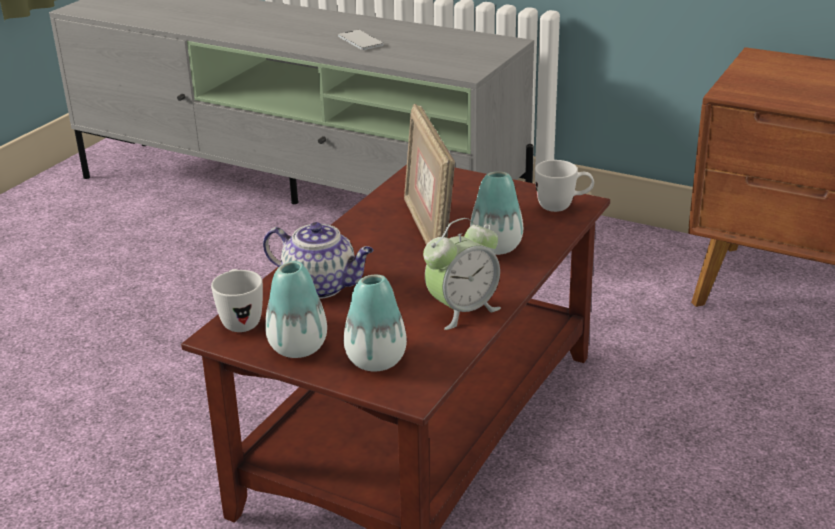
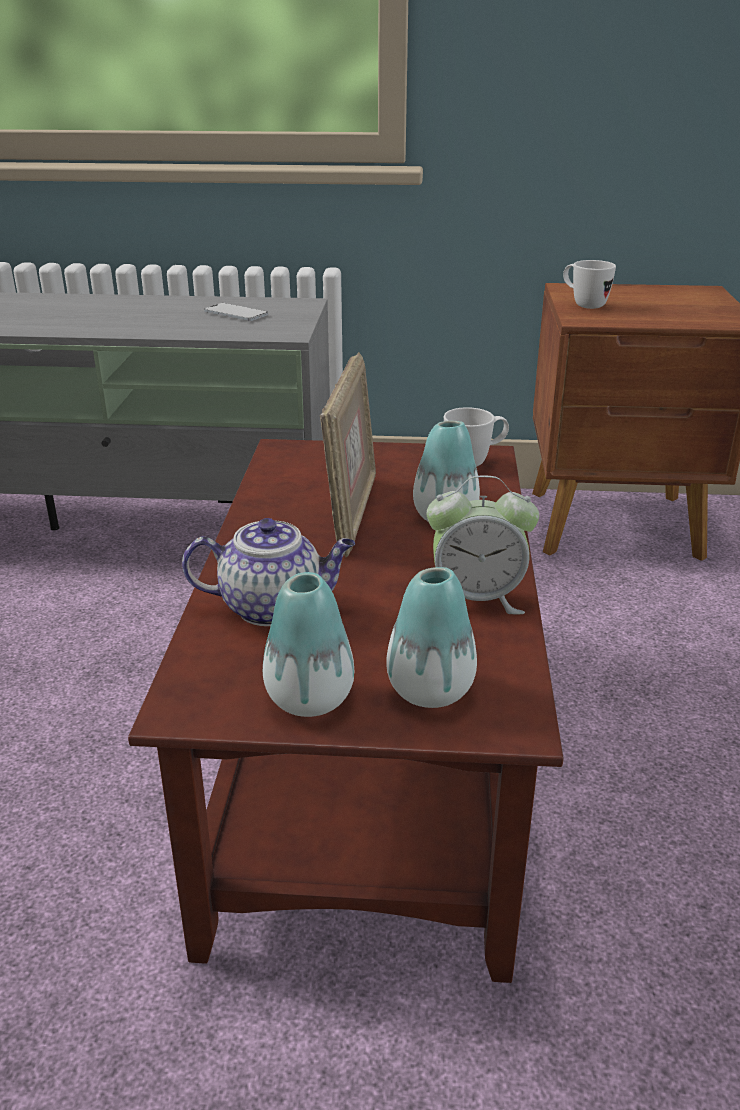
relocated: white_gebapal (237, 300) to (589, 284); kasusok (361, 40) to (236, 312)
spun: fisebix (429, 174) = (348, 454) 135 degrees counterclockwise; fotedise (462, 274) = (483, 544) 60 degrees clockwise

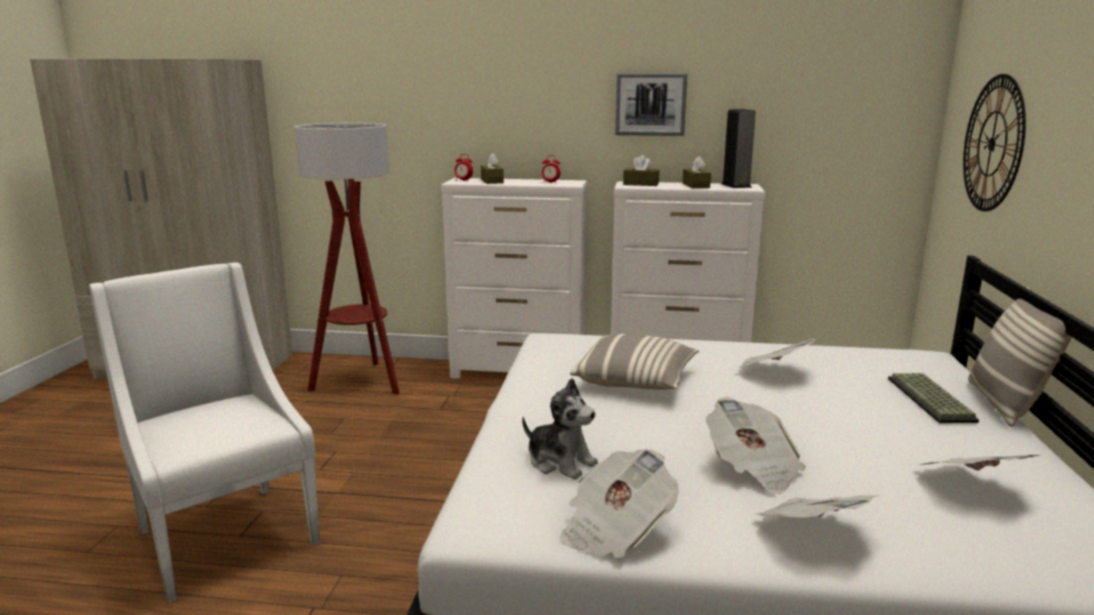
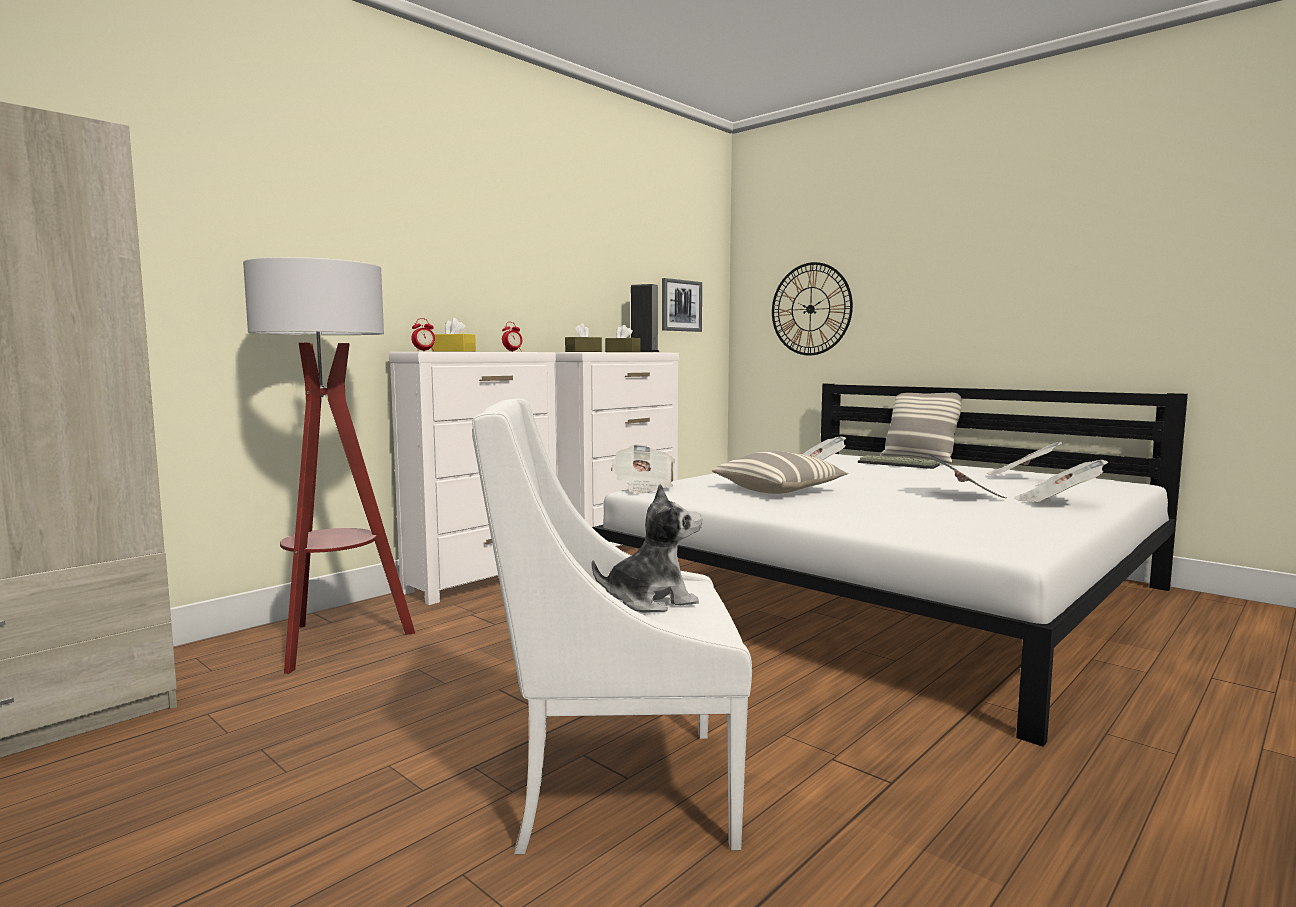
relocated: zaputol (560, 428) to (647, 548); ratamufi (619, 503) to (643, 469); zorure (651, 104) to (682, 305)
colour: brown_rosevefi (492, 168) to yellow_rosevefi (454, 335)

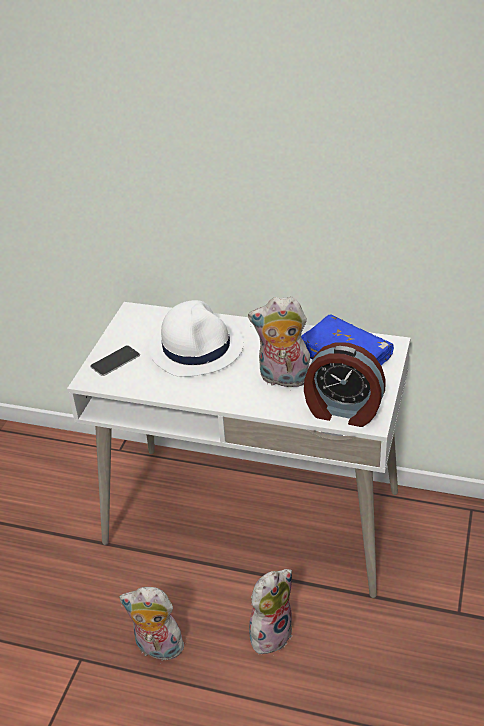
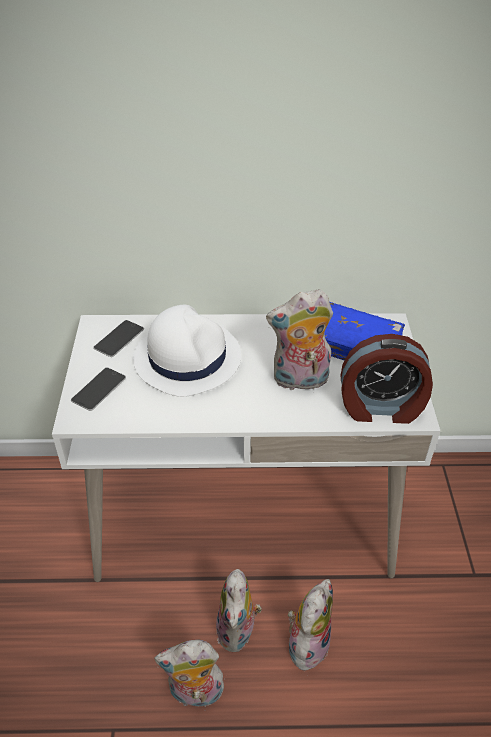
appeared: kasusok (118, 338); zaputol (239, 610)

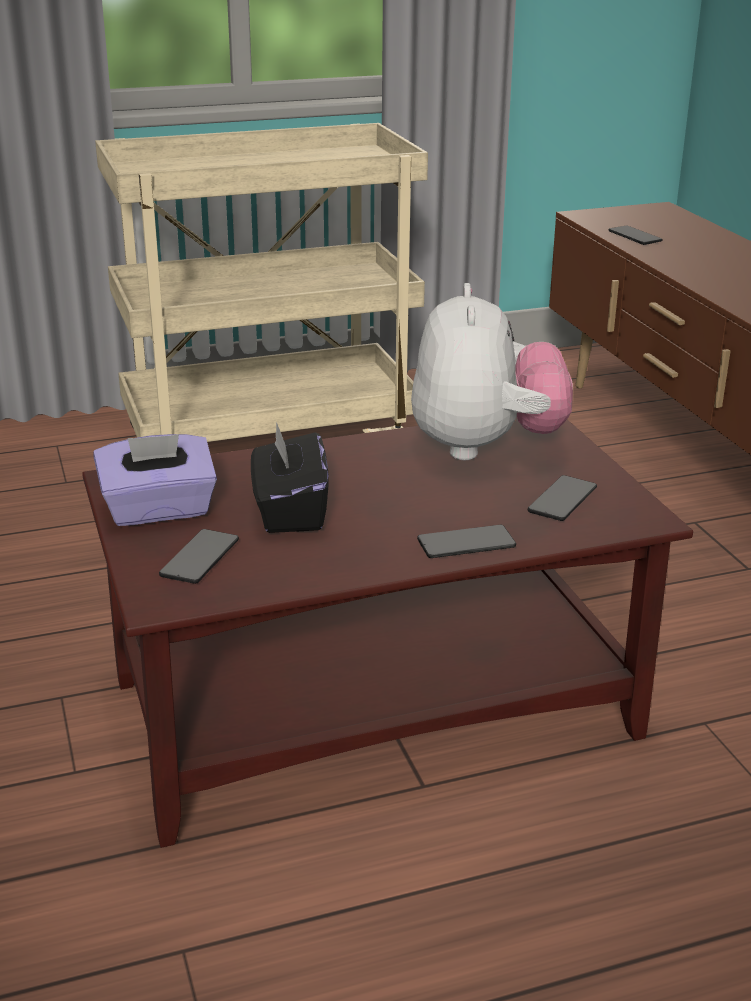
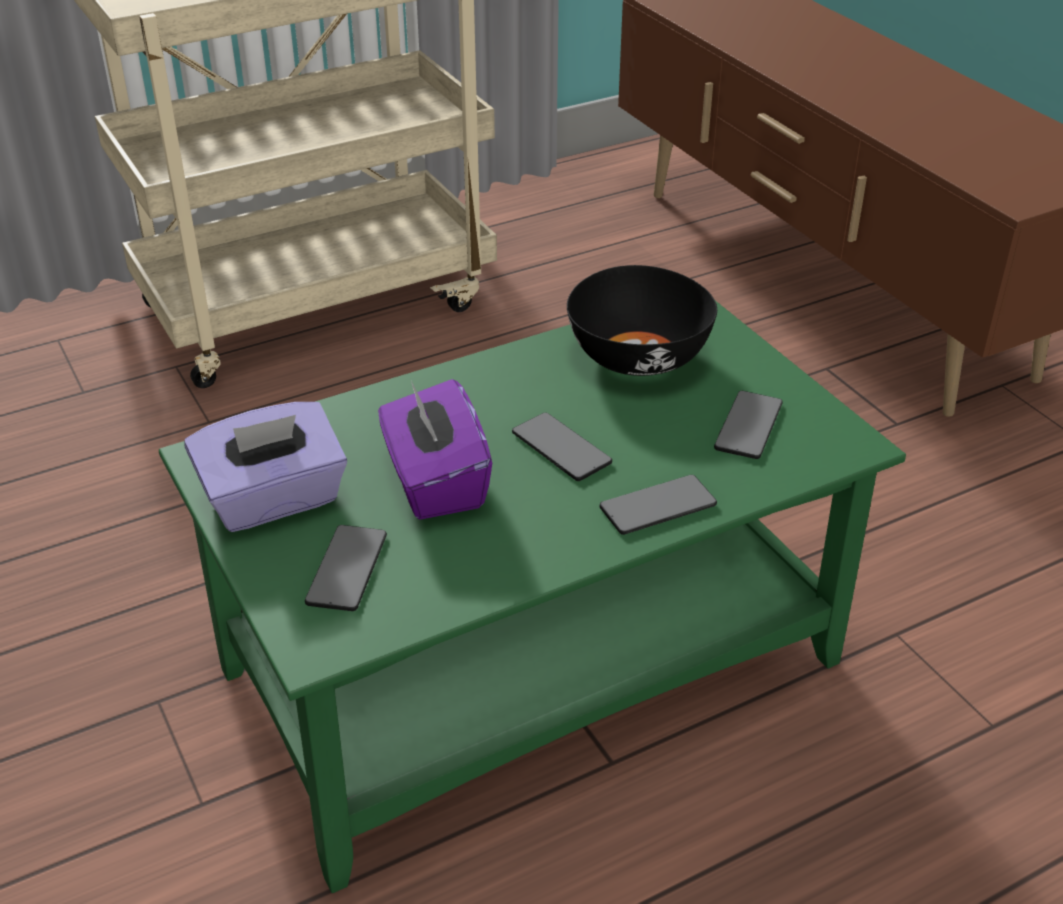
relocated: kasusok (635, 235) to (562, 447)
exchanged: zaputol (492, 371) to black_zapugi (642, 320)
colour: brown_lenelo (387, 632) to green_lenelo (532, 597); black_rosevefi (290, 477) to purple_rosevefi (435, 449)

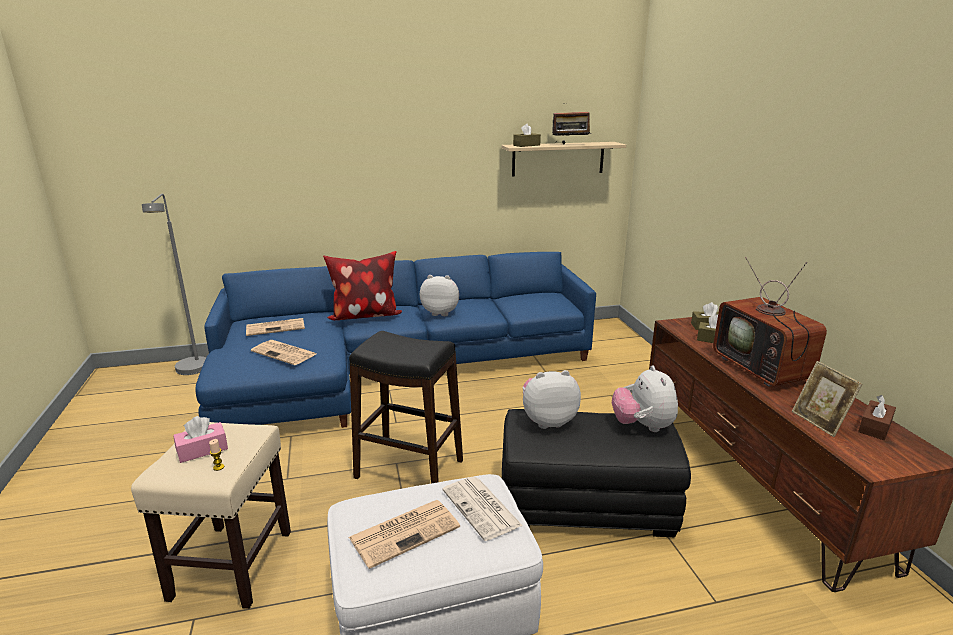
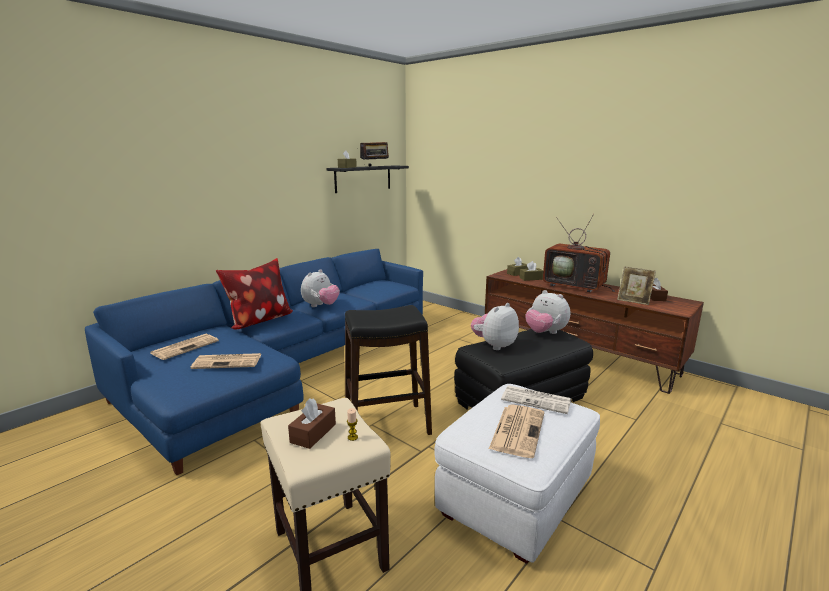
missing: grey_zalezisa (174, 284)
colour: pink_rosevefi (200, 439) to brown_rosevefi (312, 423); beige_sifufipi (563, 159) to black_sifufipi (367, 179)
spun: zaputol (439, 295) = (320, 288) 150 degrees clockwise

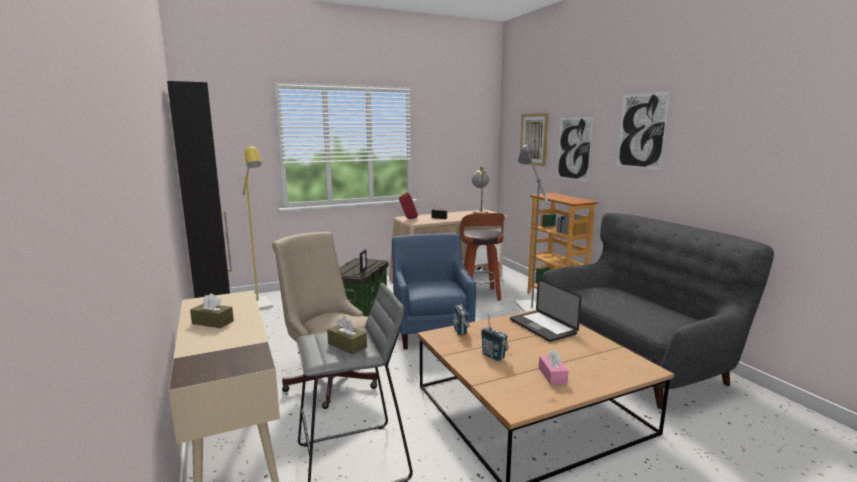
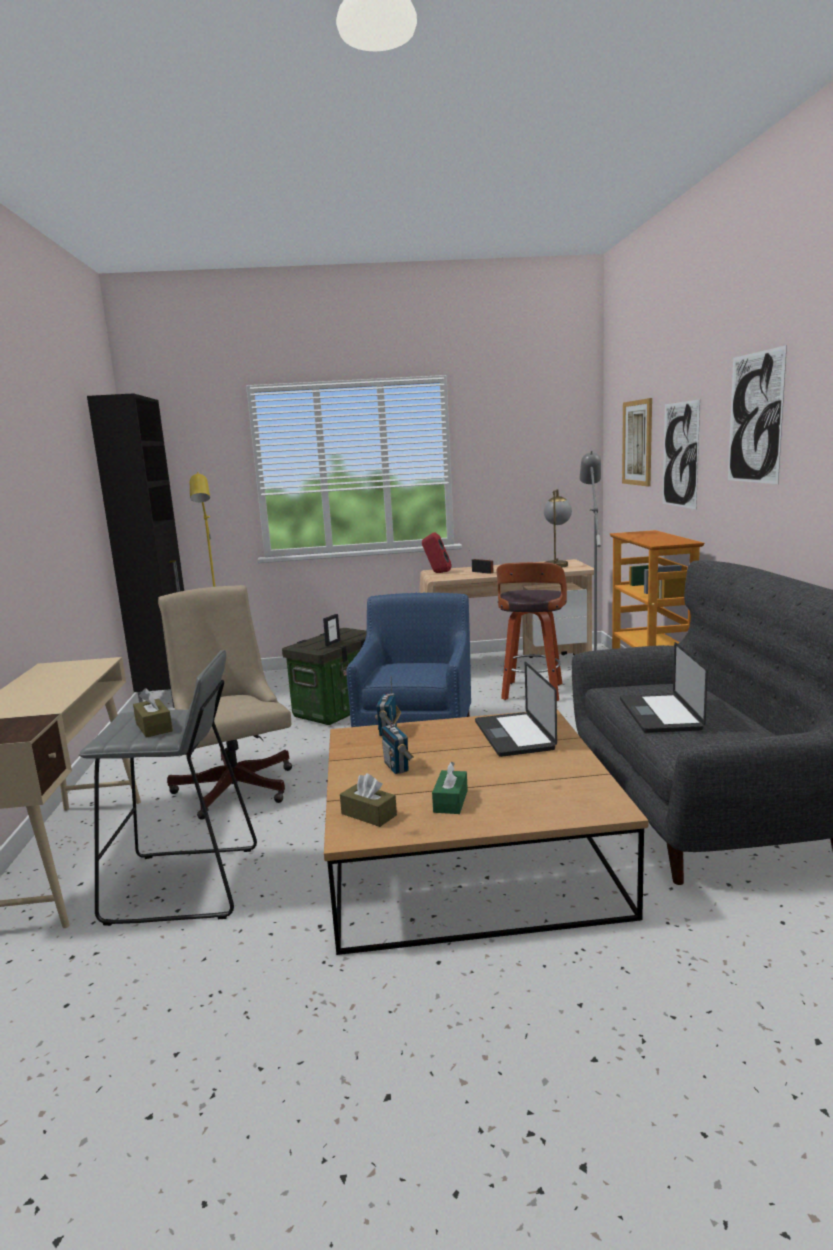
appeared: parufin (664, 687)
relocated: brown_rosevefi (212, 310) to (368, 800)
colour: pink_rosevefi (553, 367) to green_rosevefi (450, 787)

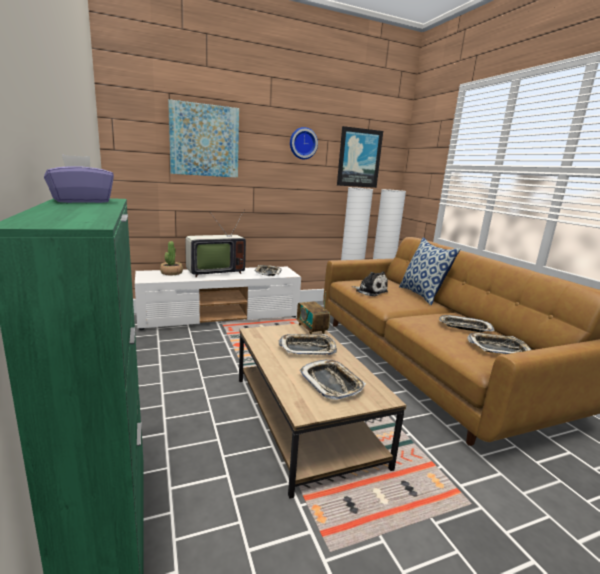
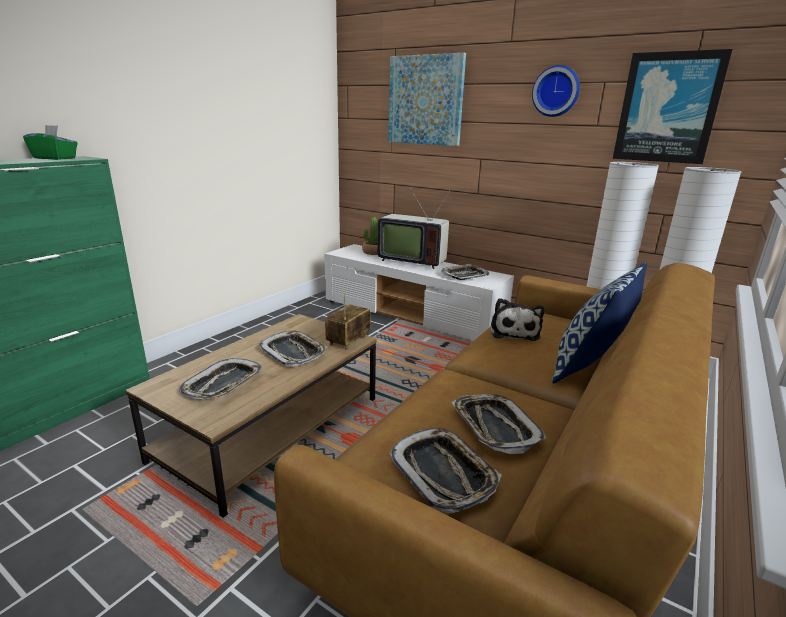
colour: purple_rosevefi (79, 179) to green_rosevefi (50, 142)

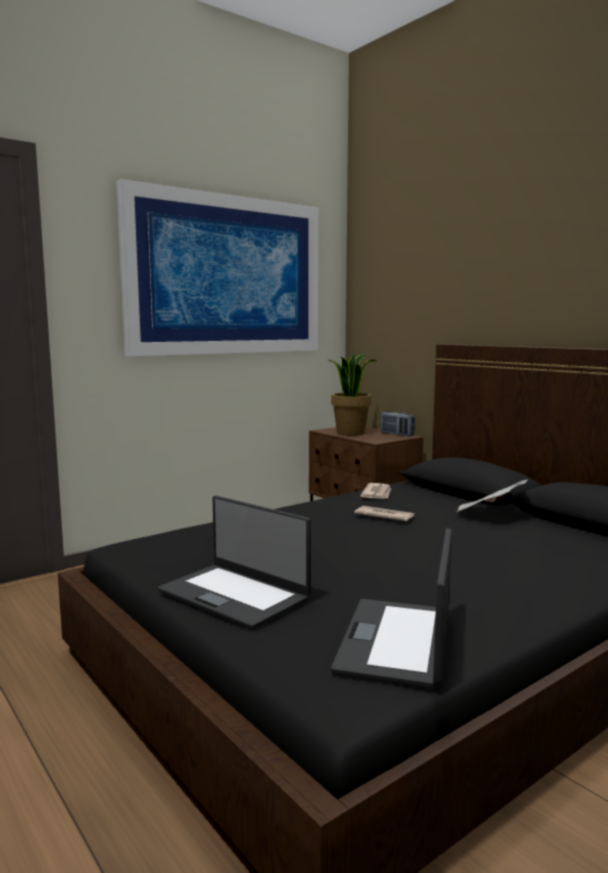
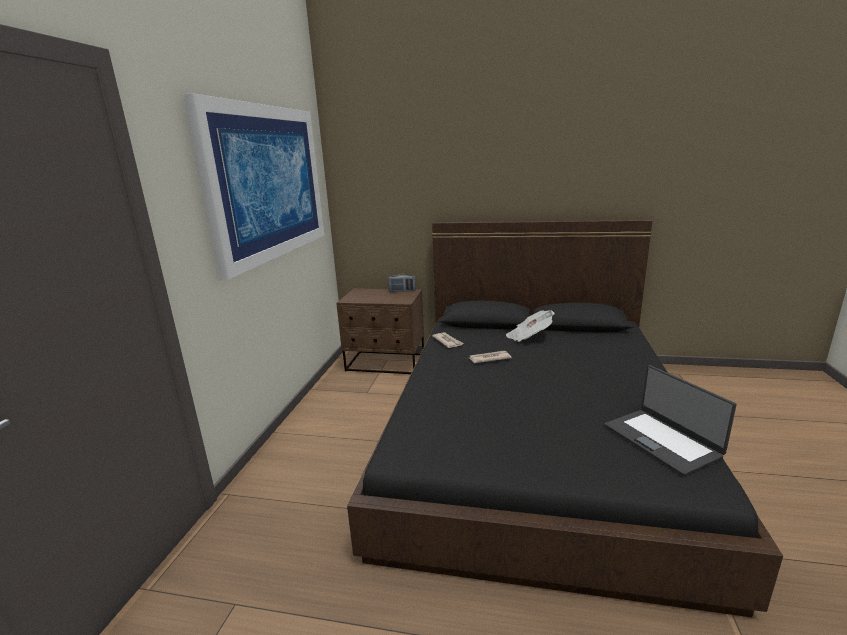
missing: parufin (234, 563); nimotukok (352, 394)

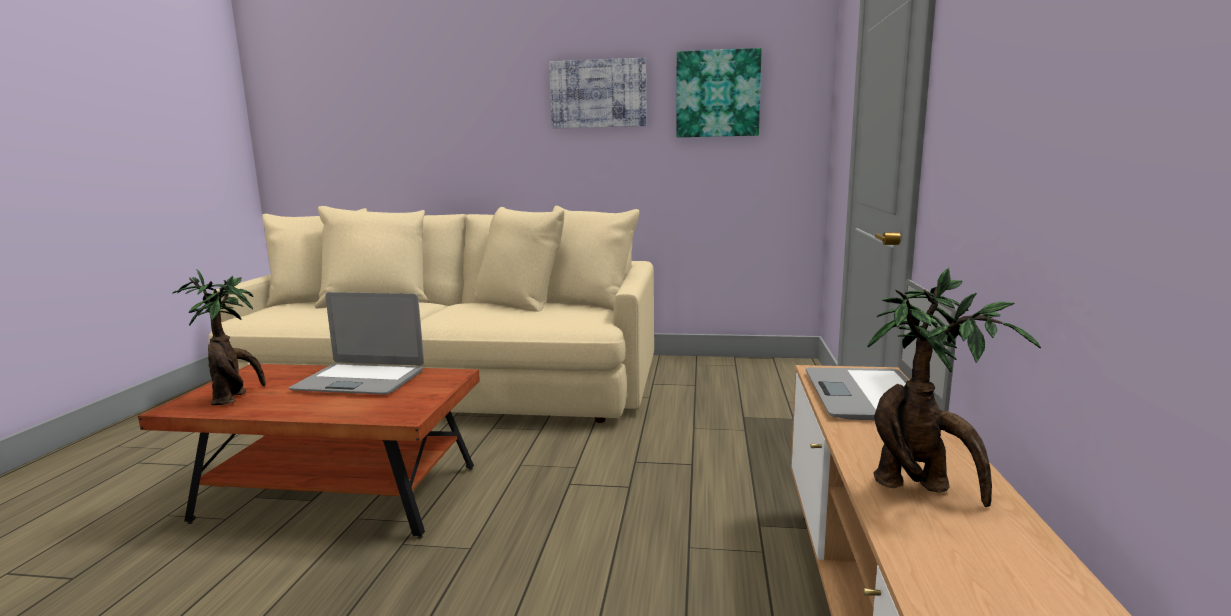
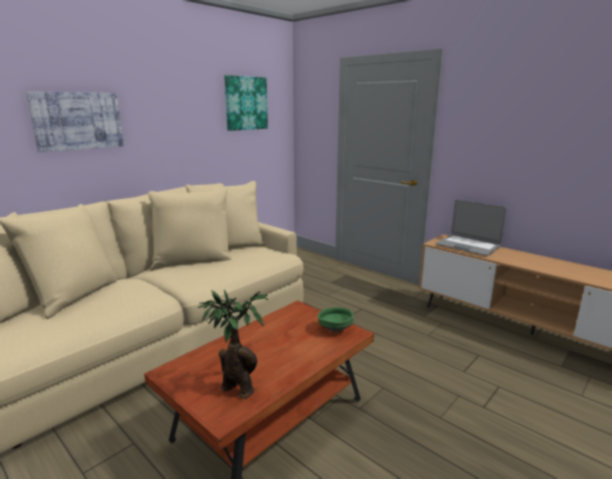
missing: parufin (356, 343); nimotukok (954, 387)
appeared: green_zapugi (336, 319)
relocated: zorure (598, 93) to (75, 121)

